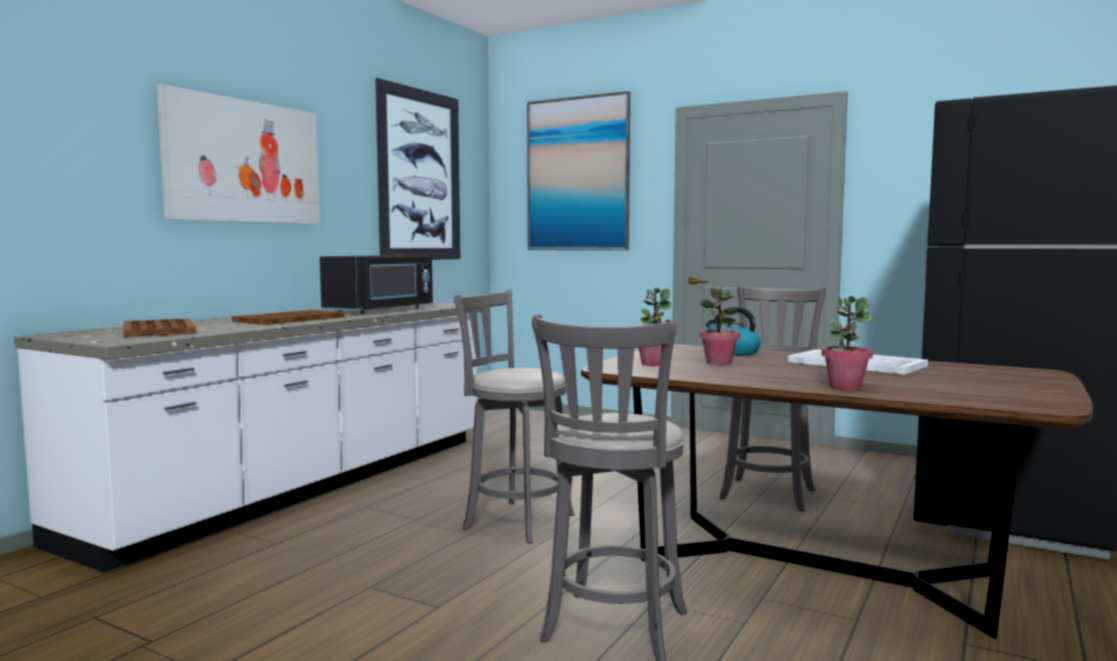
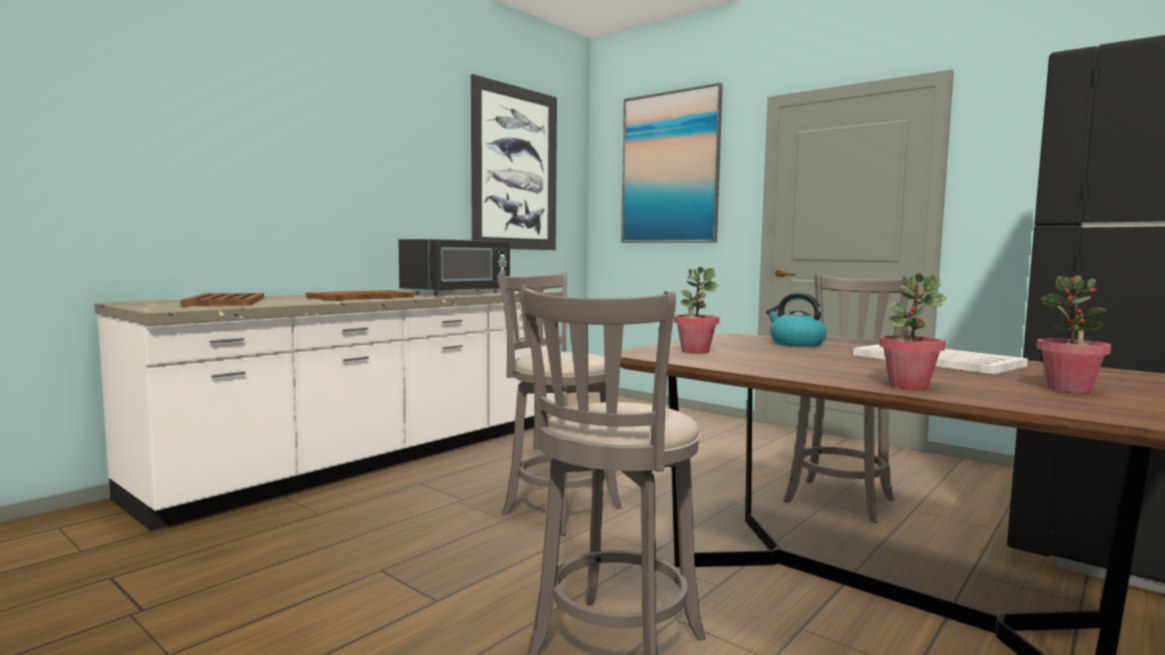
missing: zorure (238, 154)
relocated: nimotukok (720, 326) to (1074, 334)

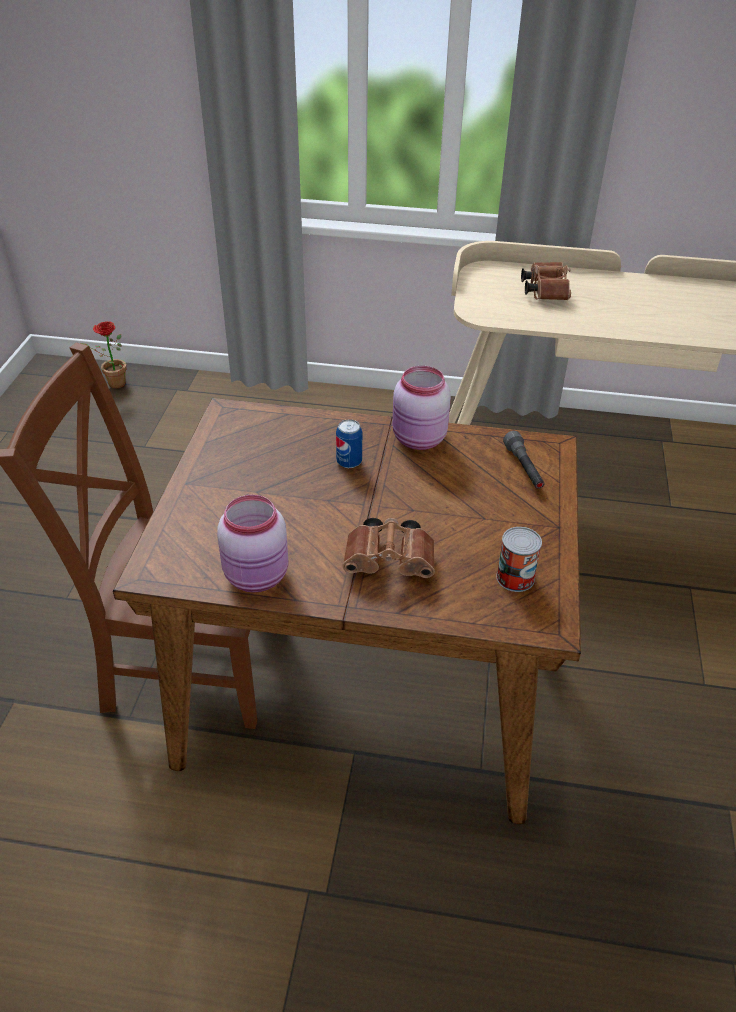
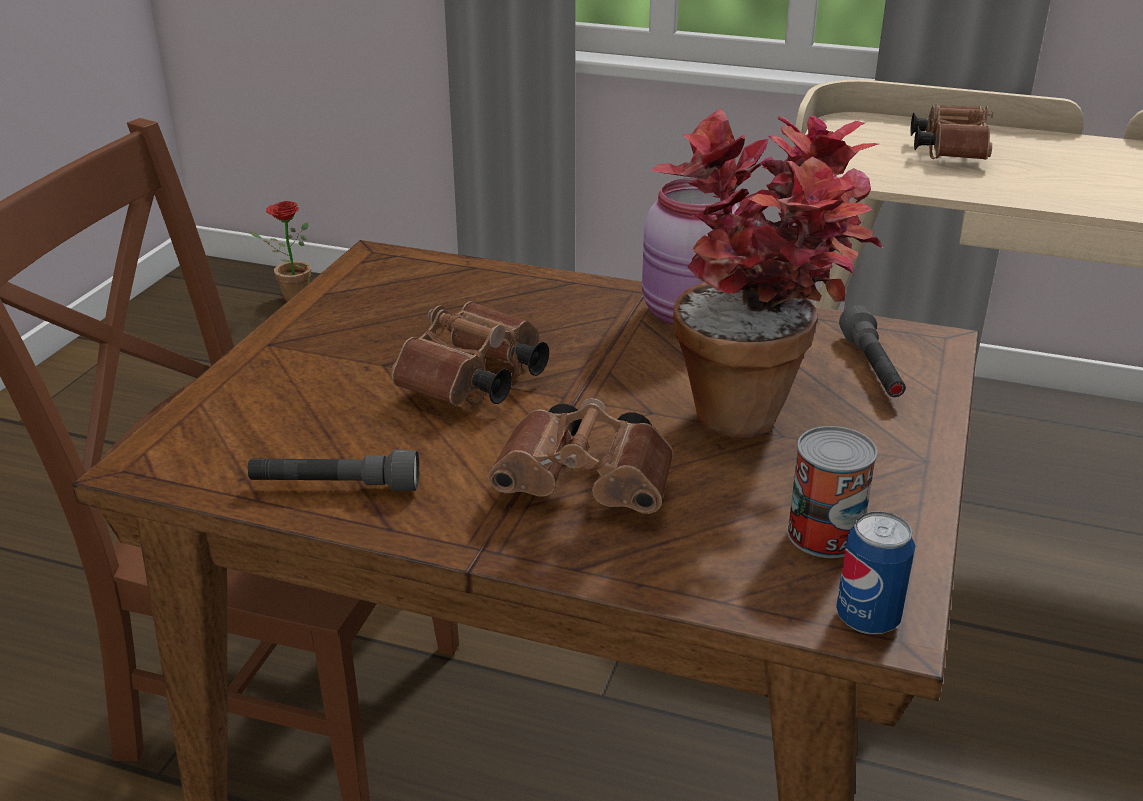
appeared: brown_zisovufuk (470, 353); nimotukok (766, 273)
relocated: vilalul (349, 443) to (875, 573)
exchanged: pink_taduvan (253, 544) to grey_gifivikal (333, 470)

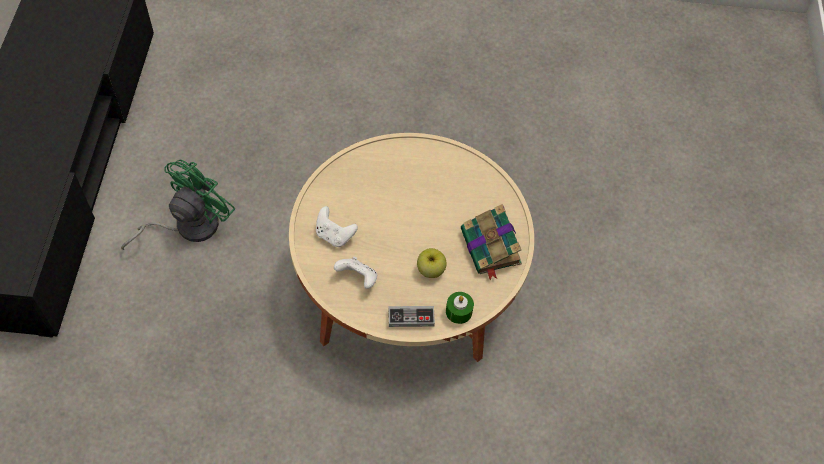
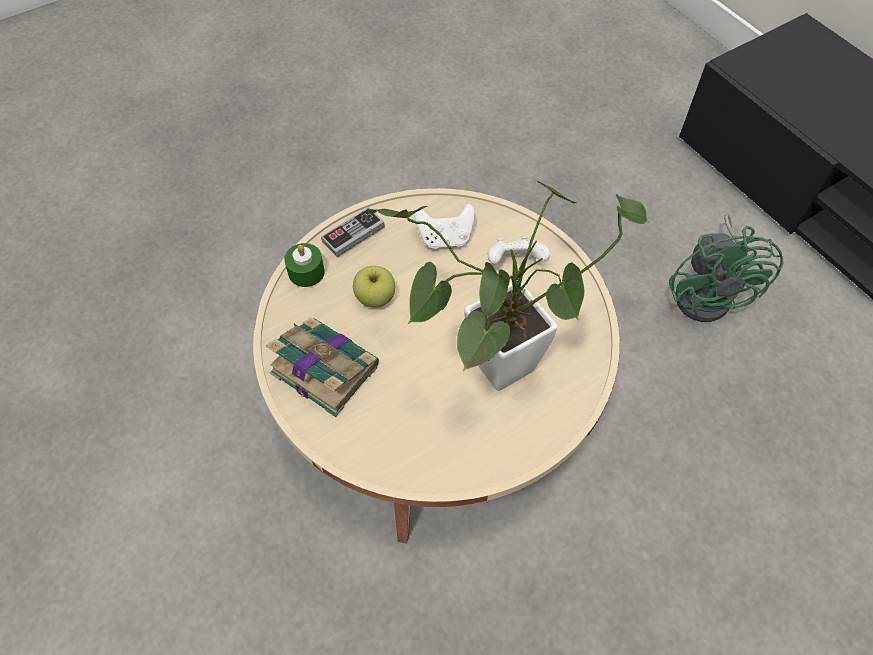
appeared: nimotukok (508, 285)

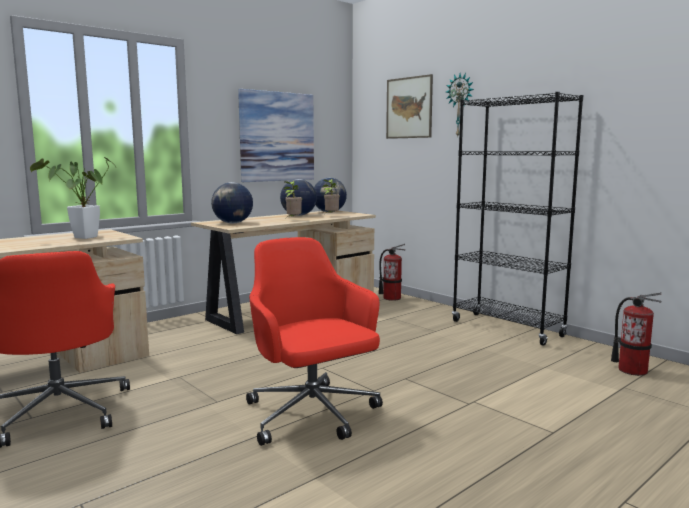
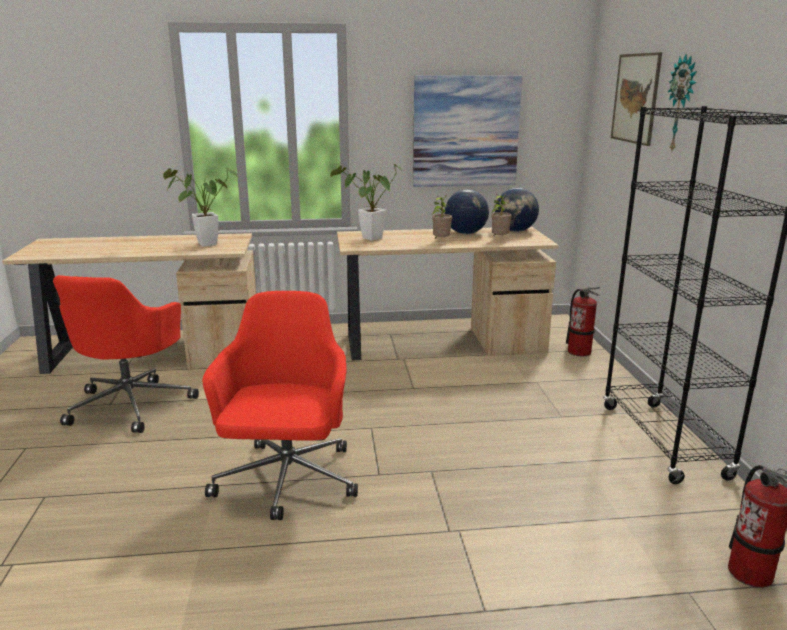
exchanged: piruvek (232, 202) to nimotukok (366, 202)

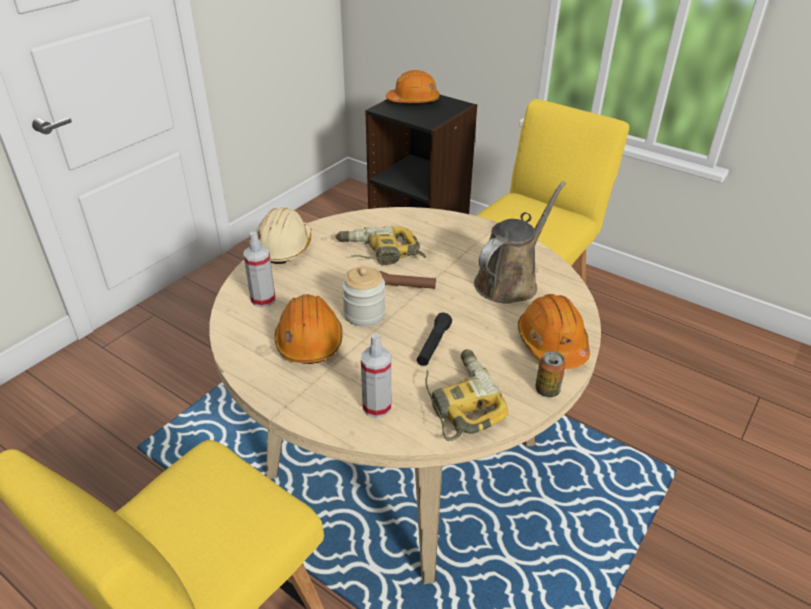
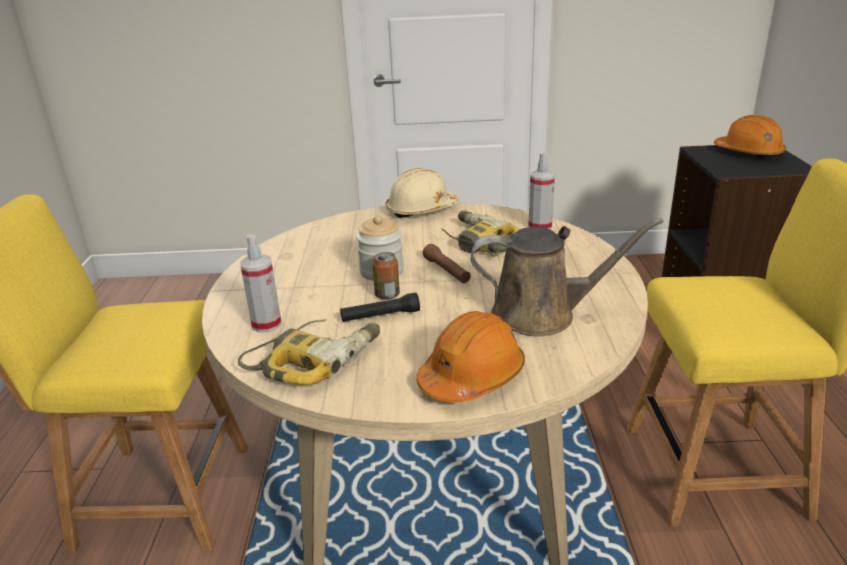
missing: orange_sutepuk (308, 329)
relocated: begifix (259, 270) to (541, 191); vilalul (550, 374) to (386, 276)

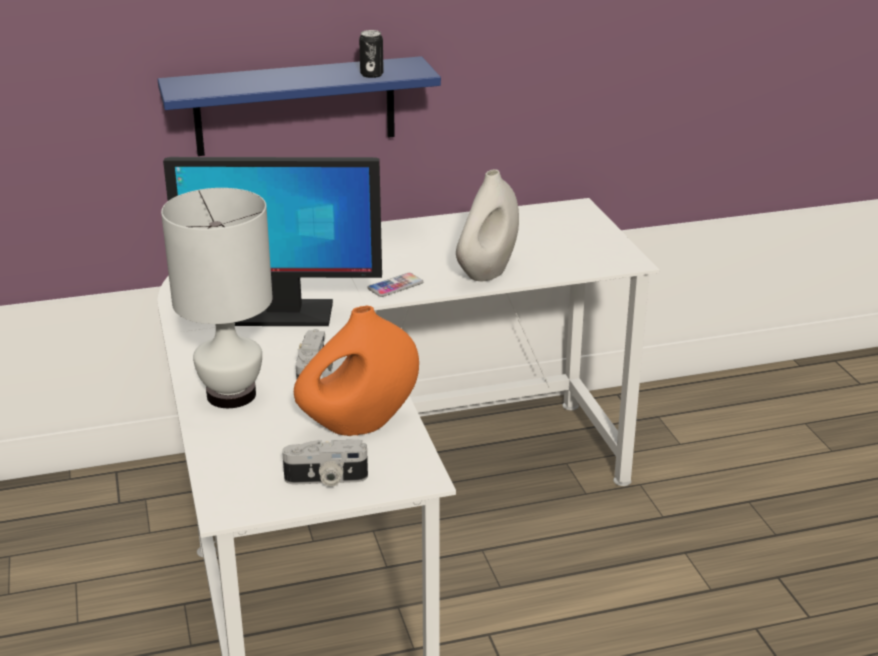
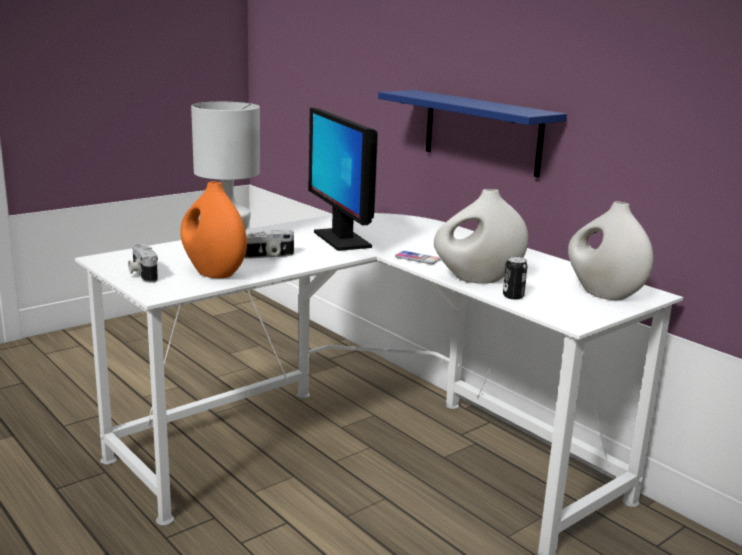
appeared: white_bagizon (611, 250)
relocated: vilalul (371, 54) to (515, 278)

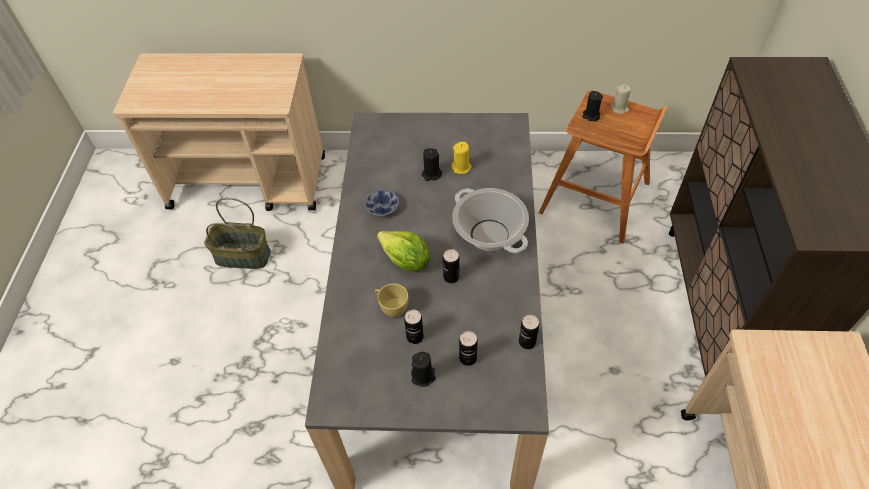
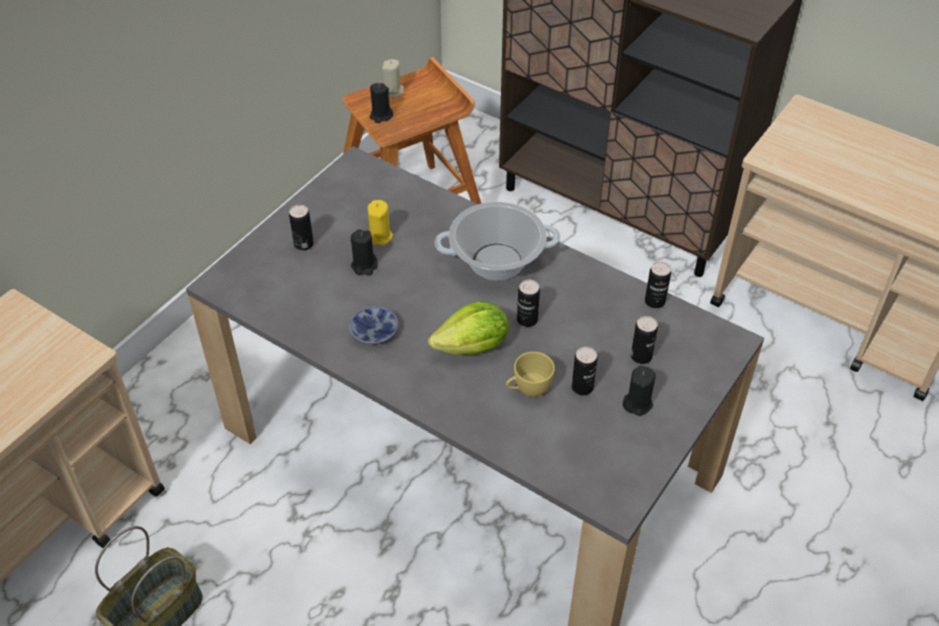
appeared: vilalul (301, 227)

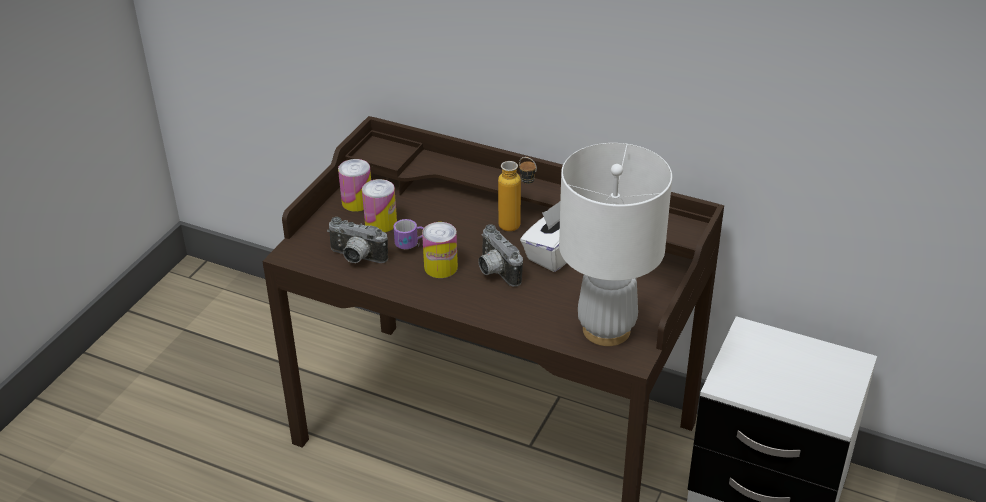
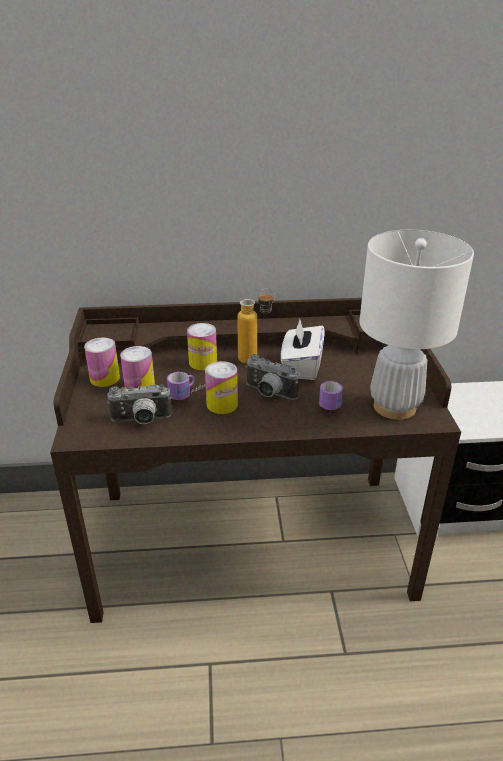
appeared: vilalul (202, 346); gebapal (331, 395)

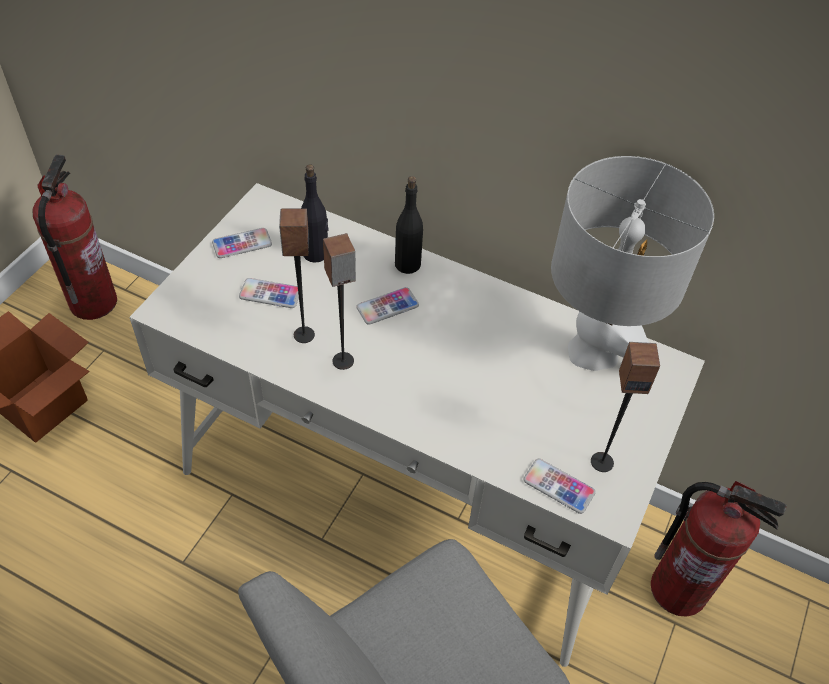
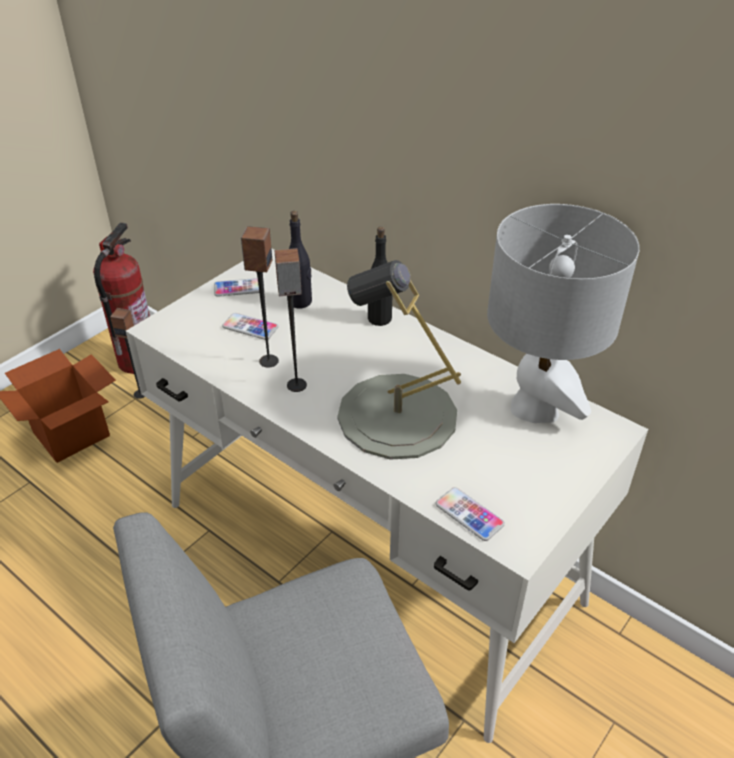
missing: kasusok (387, 306); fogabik (719, 549)
appeared: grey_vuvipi (399, 360)
relocated: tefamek (625, 407) to (127, 353)

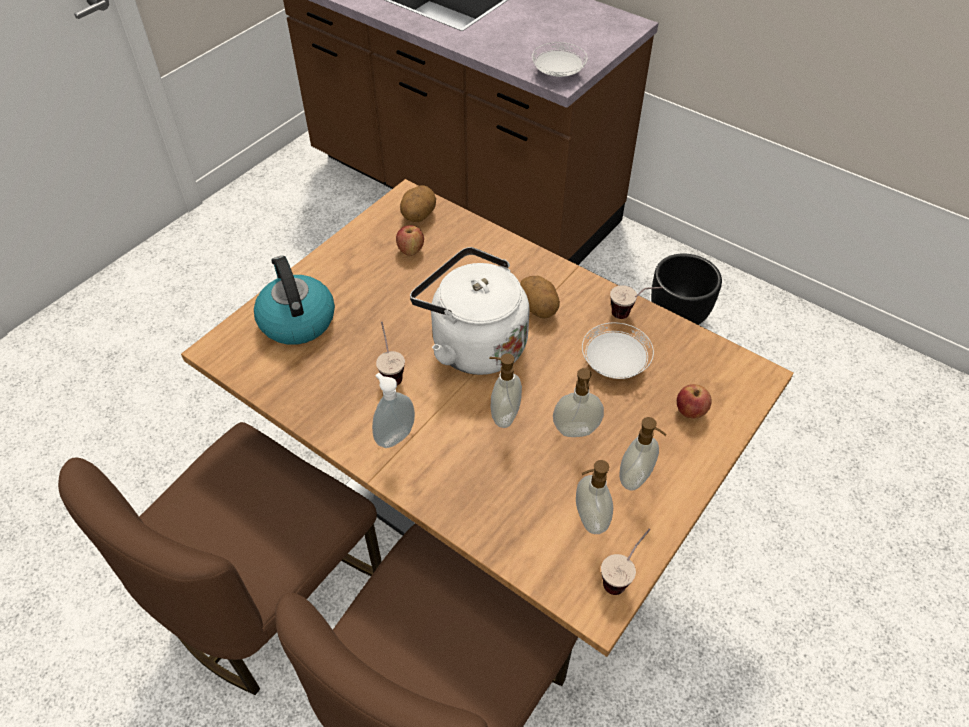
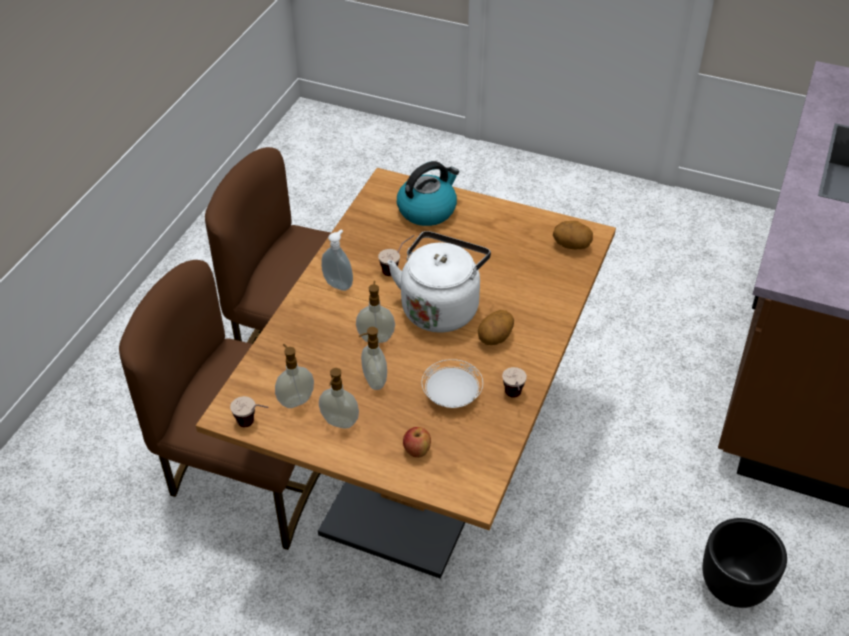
missing: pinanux (410, 240); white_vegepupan (559, 59)

